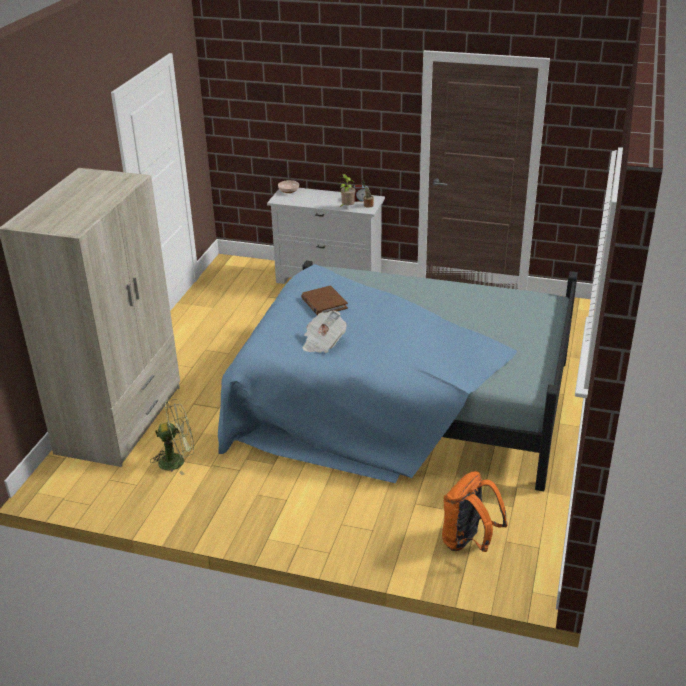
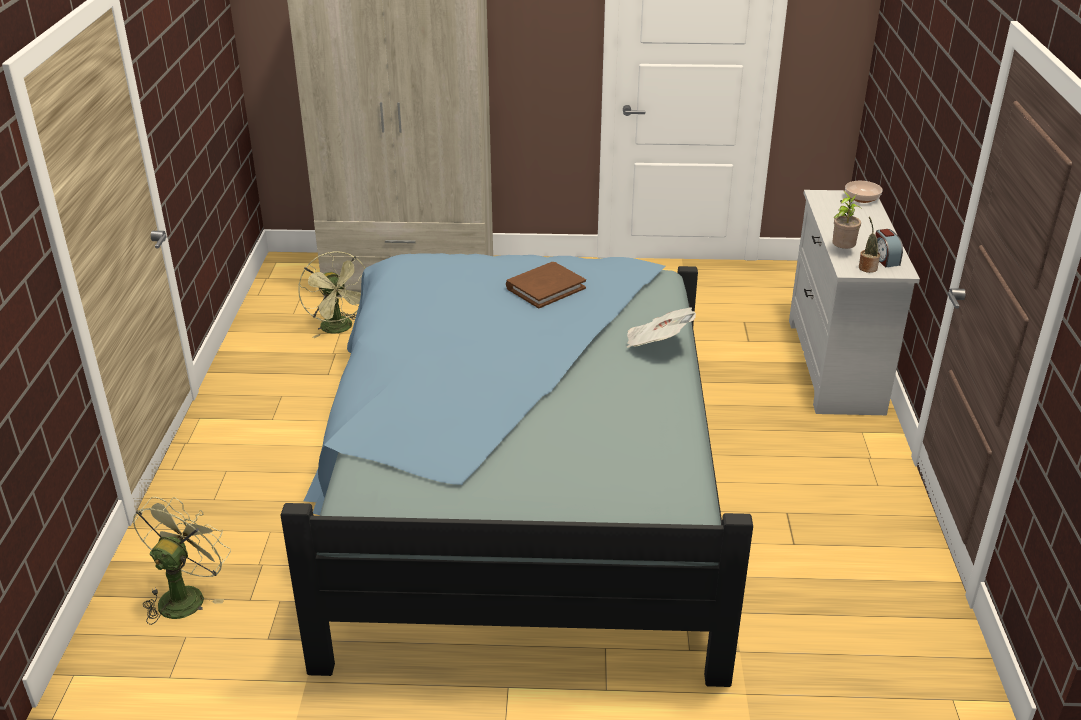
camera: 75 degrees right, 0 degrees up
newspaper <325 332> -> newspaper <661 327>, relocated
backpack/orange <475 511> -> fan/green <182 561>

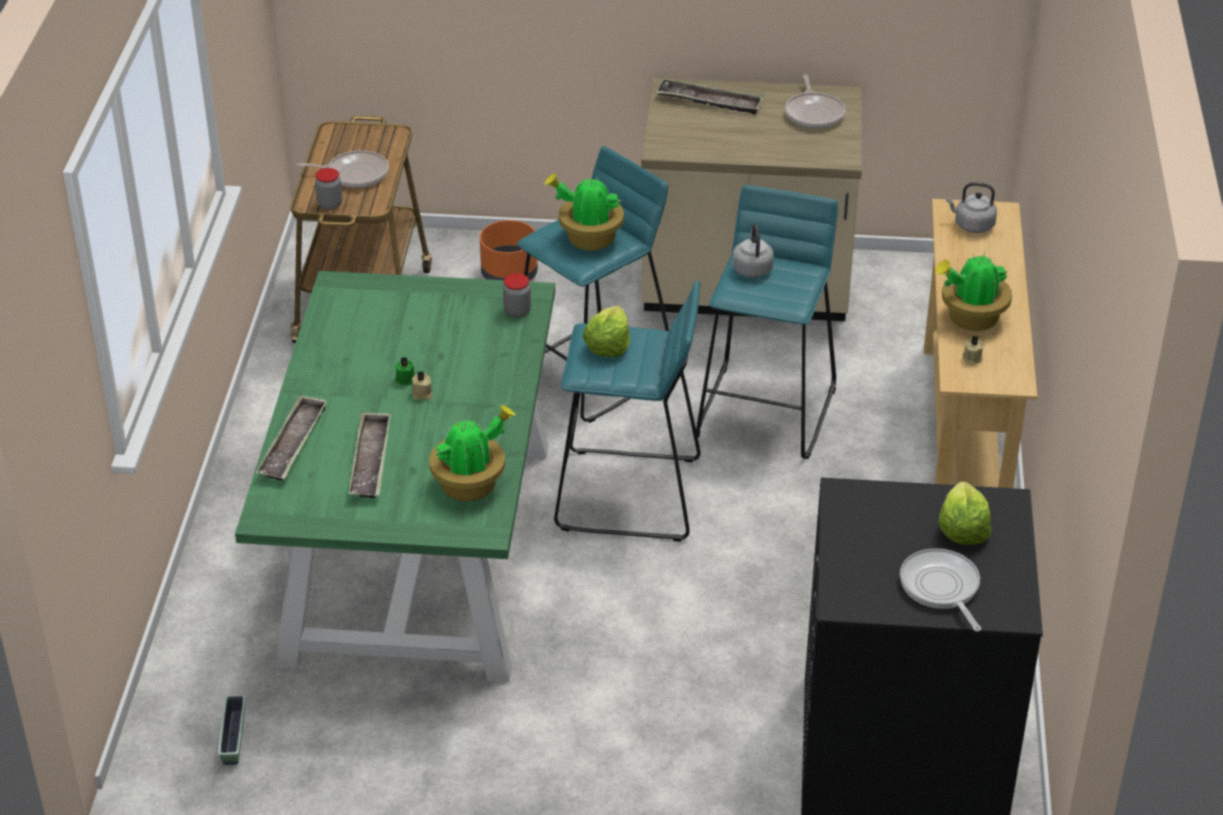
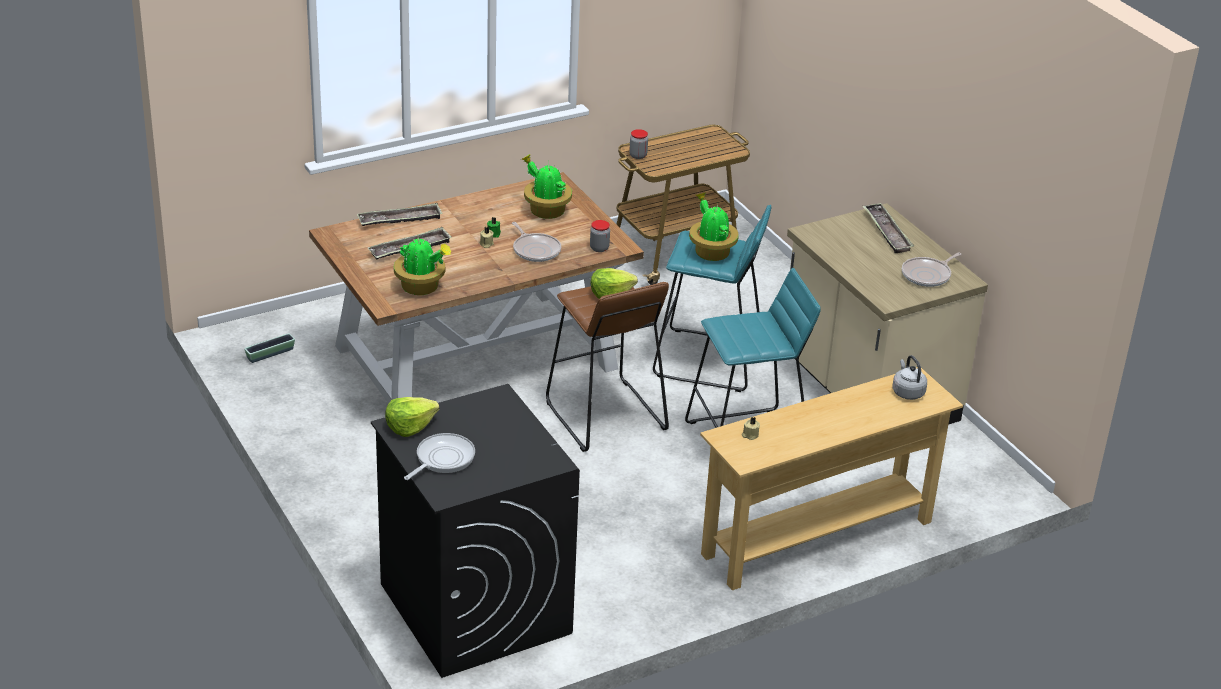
camera: 55 degrees right, 5 degrees down
dining table/green <395 477> -> dining table/brown <476 287>
frying pan <343 169> -> frying pan <536 242>, relocated
planter/orange <509 250> -> none
stool/turquoise <627 411> -> stool/brown <607 367>
kettle/grey <753 251> -> none
potted plant <973 291> -> potted plant <546 186>, relocated
lettuce <965 513> -> lettuce <412 417>, relocated

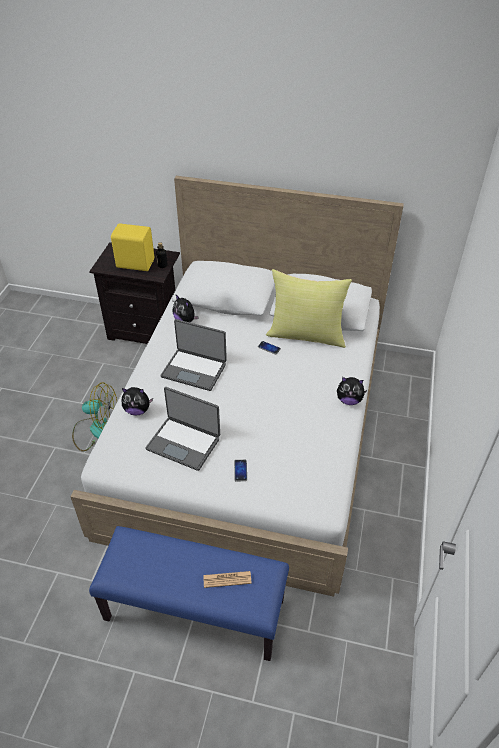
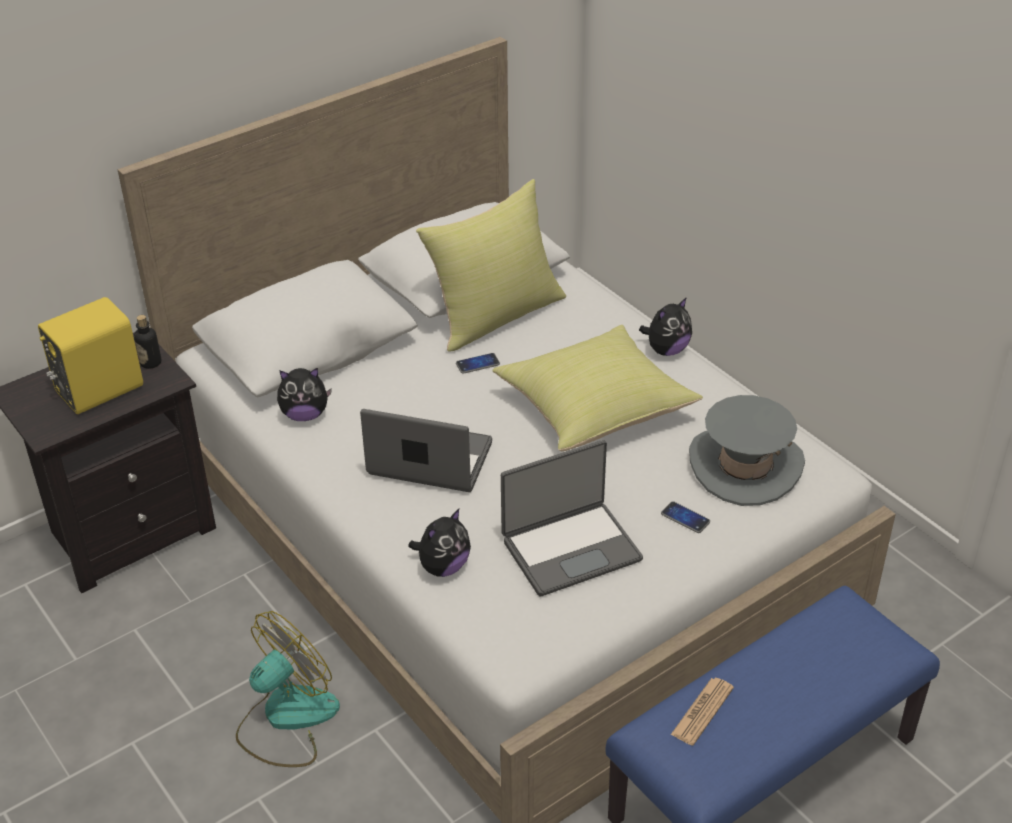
camera: 50 degrees left, 5 degrees down
laptop <194 355> -> laptop <426 450>, 135 degrees counterclockwise
newspaper <227 579> -> newspaper <702 711>, relocated
none -> pillow/yellow <597 388>
none -> hat/grey <747 450>

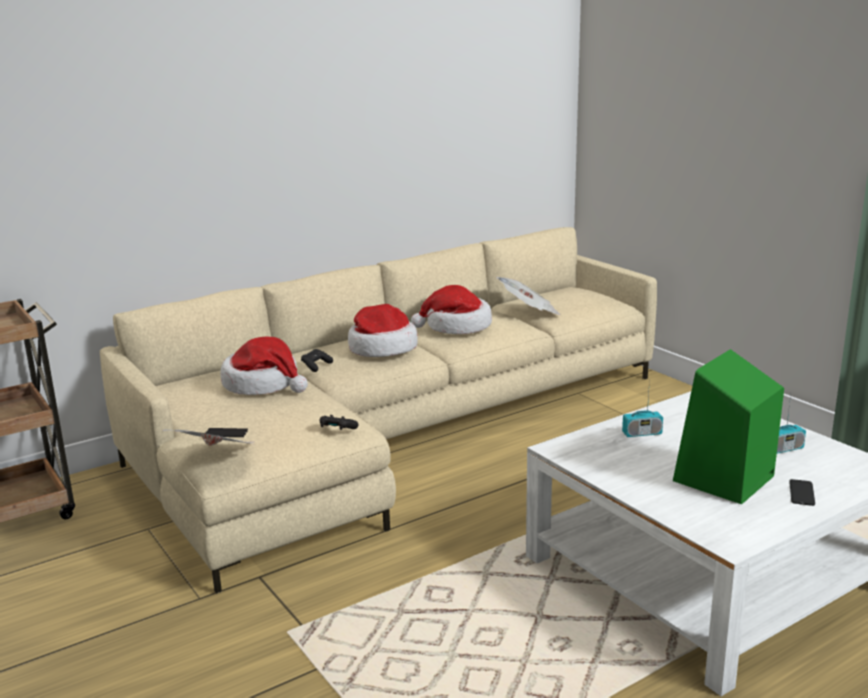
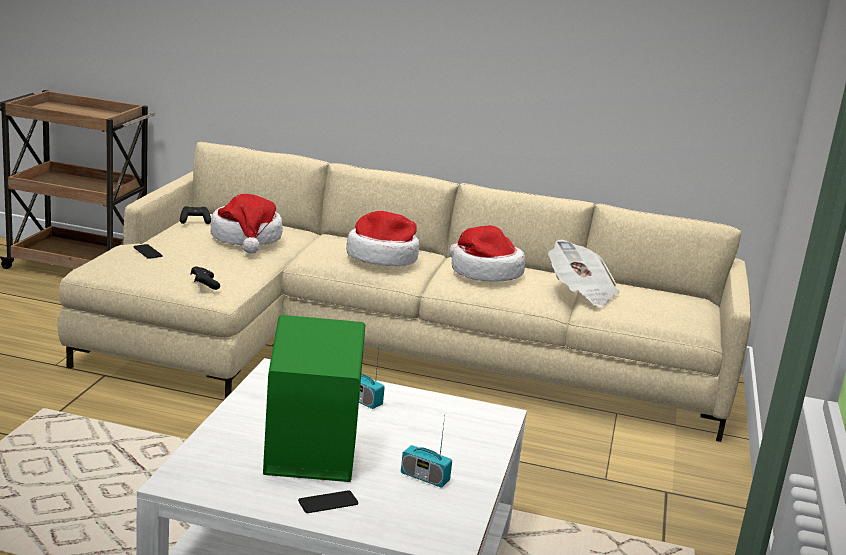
camera: 45 degrees right, 0 degrees up
newspaper <208 437> -> none
game controller/black <317 360> -> game controller/black <195 215>, relocated

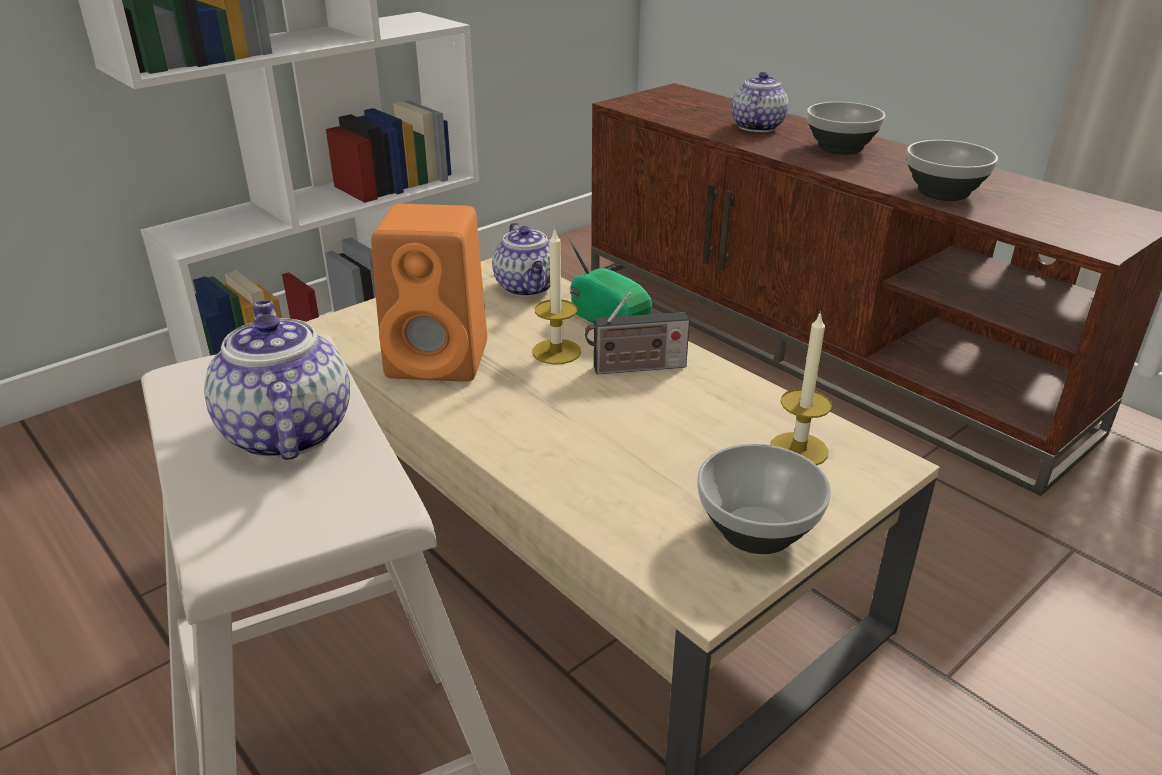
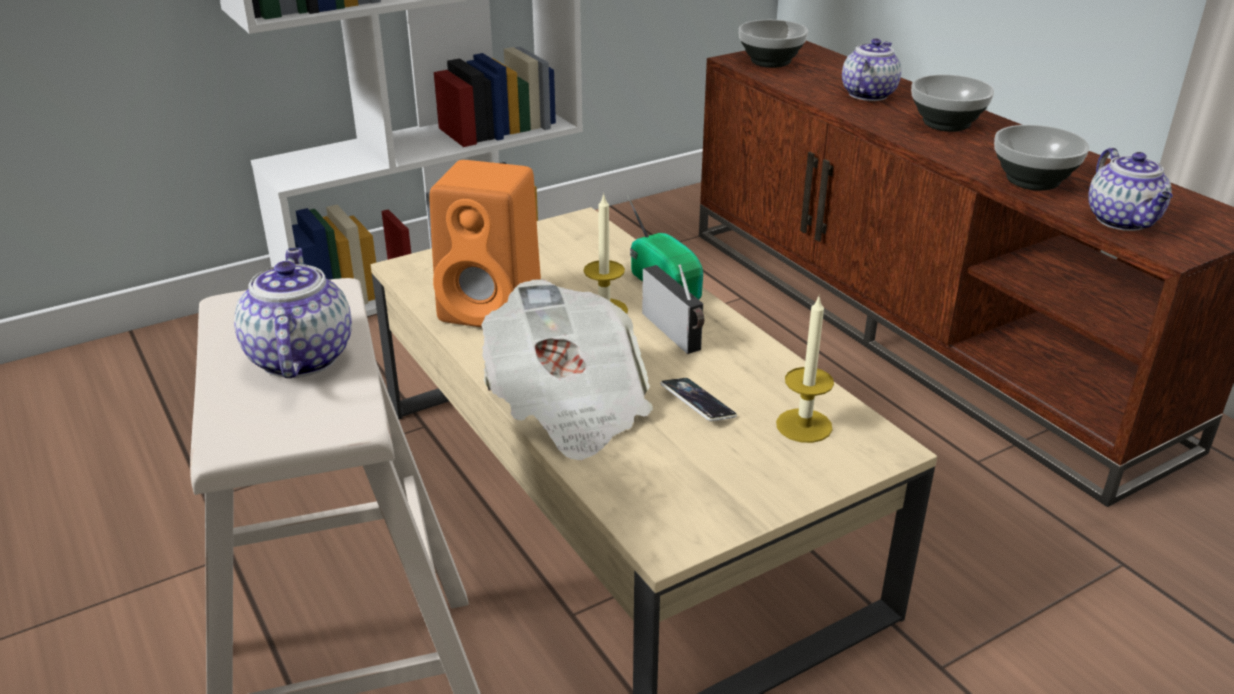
camera: 10 degrees right, 0 degrees up
teapot <521 259> -> teapot <1130 189>, relocated
radio <637 333> -> radio <673 309>, 120 degrees counterclockwise
bowl <764 499> -> bowl <773 44>, relocated
none -> newspaper <567 370>
none -> phone <698 399>

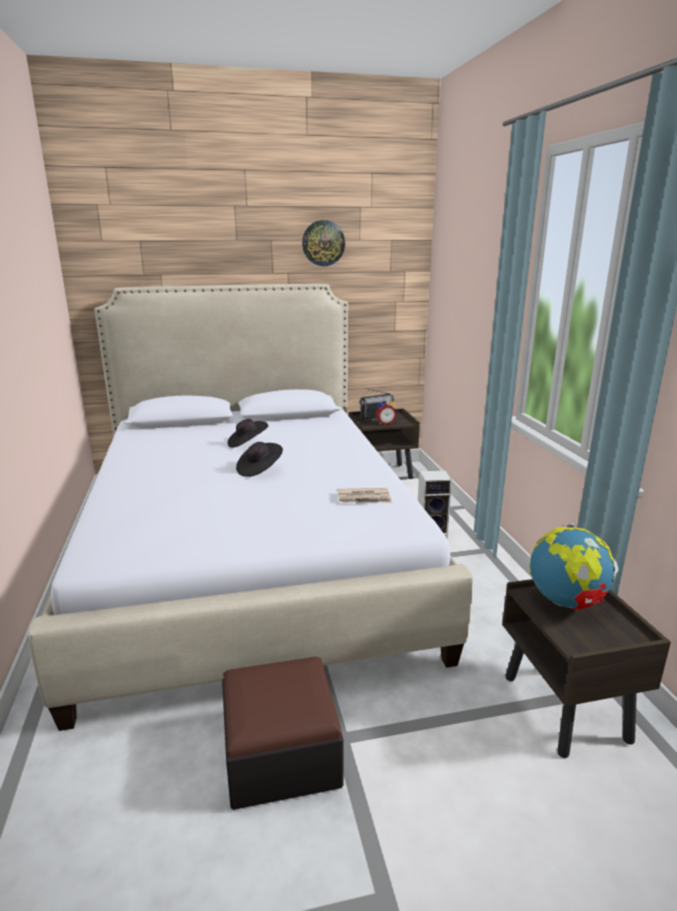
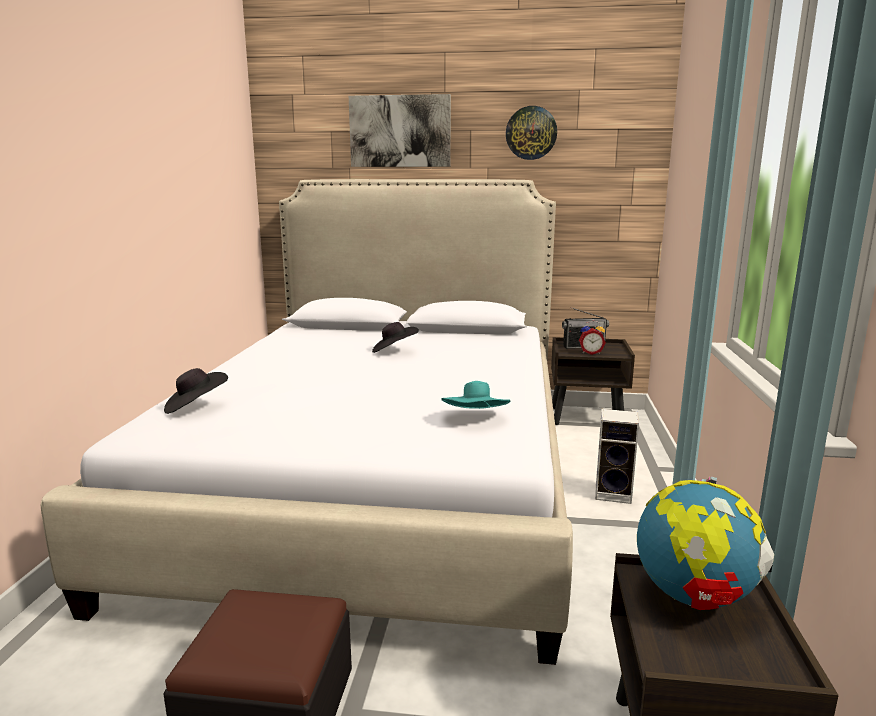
camera: 20 degrees right, 5 degrees down
hat/black <259 459> -> hat/black <196 391>, relocated
newspaper <364 495> -> hat/turquoise <475 395>
none -> picture <400 130>

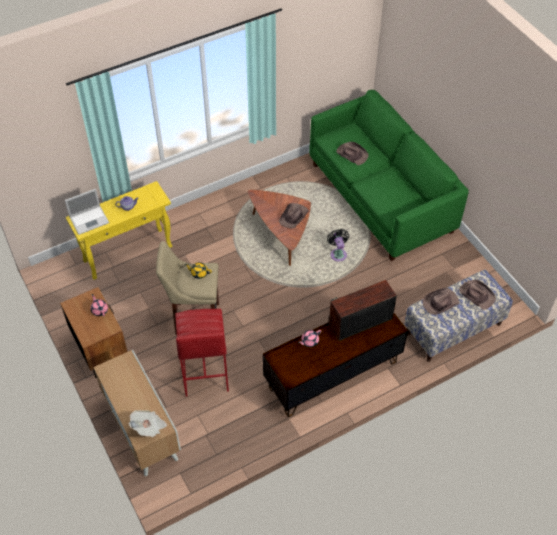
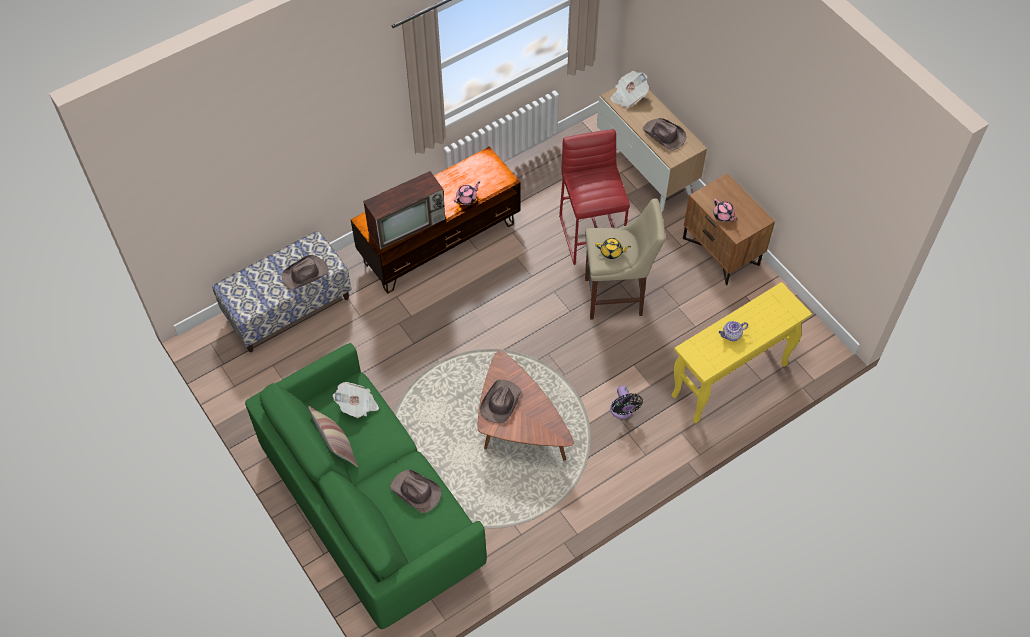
camera: 175 degrees right, 5 degrees up
laptop <87 212> -> none
fan/black <338 245> -> fan/black <626 402>, relocated
hat/brown <477 295> -> hat/brown <664 134>, relocated
none -> pillow <333 436>
none -> newspaper <356 400>

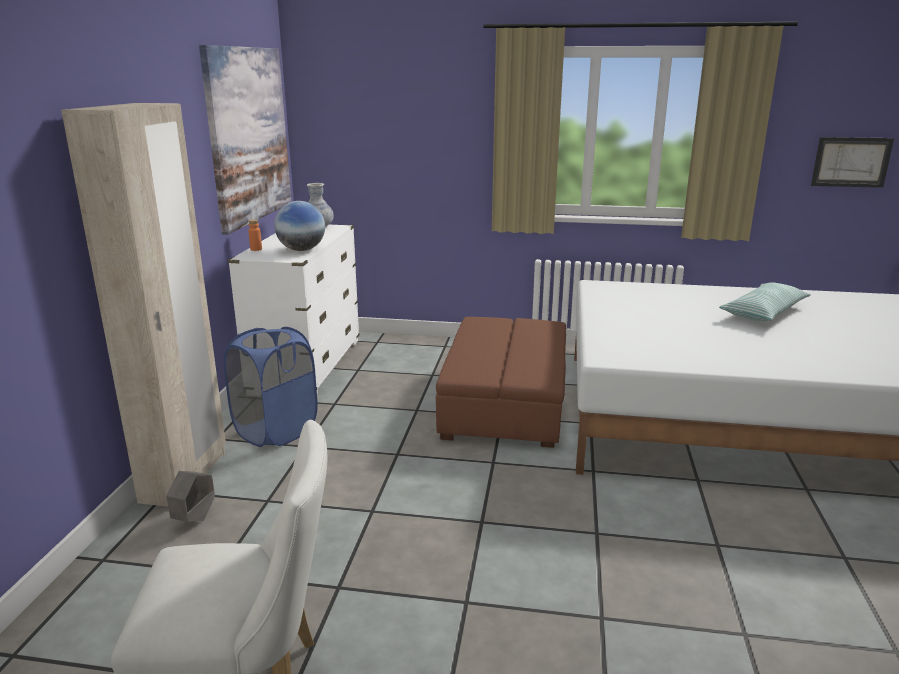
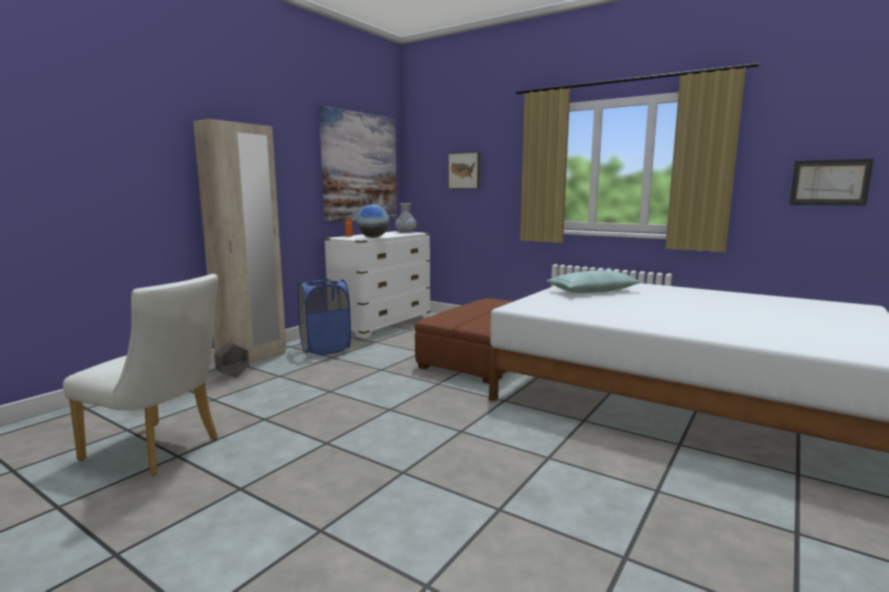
camera: 25 degrees right, 10 degrees down
pillow <765 302> -> pillow <594 281>, relocated
none -> picture <464 170>

